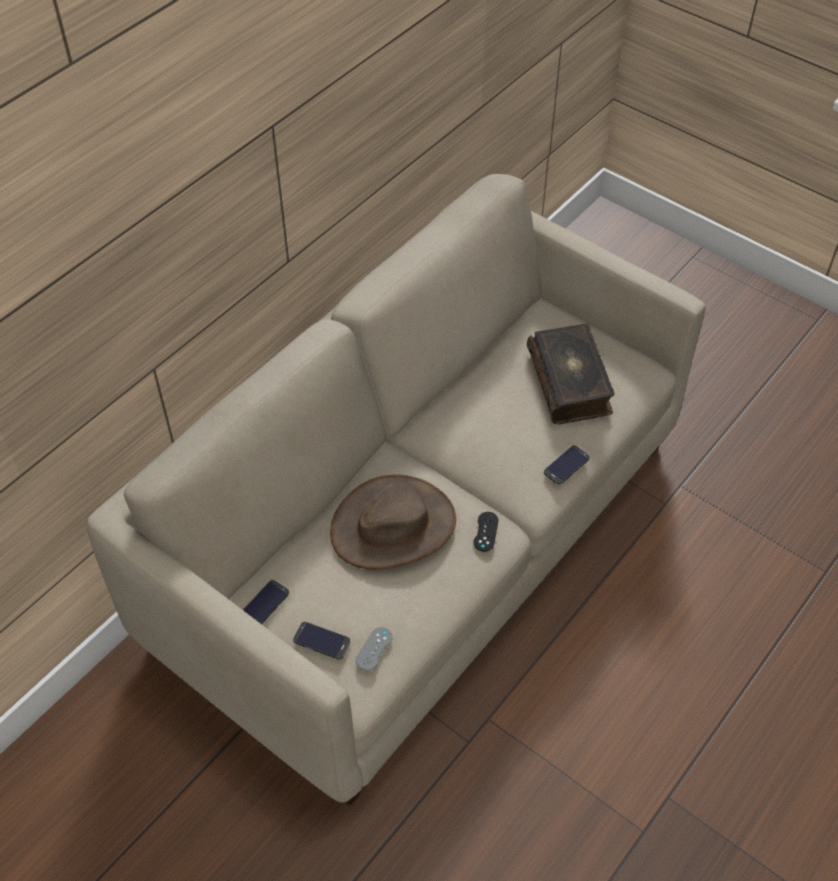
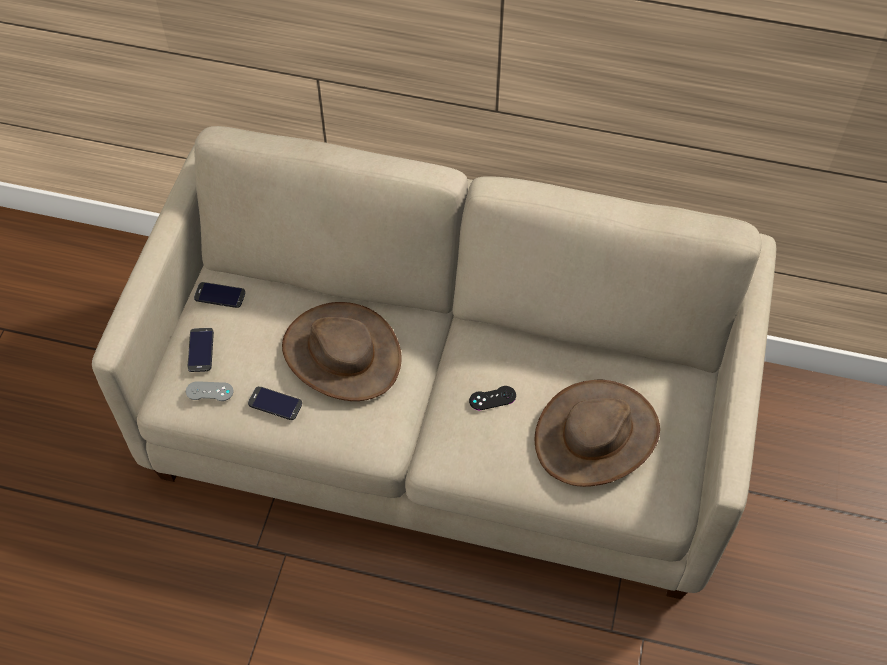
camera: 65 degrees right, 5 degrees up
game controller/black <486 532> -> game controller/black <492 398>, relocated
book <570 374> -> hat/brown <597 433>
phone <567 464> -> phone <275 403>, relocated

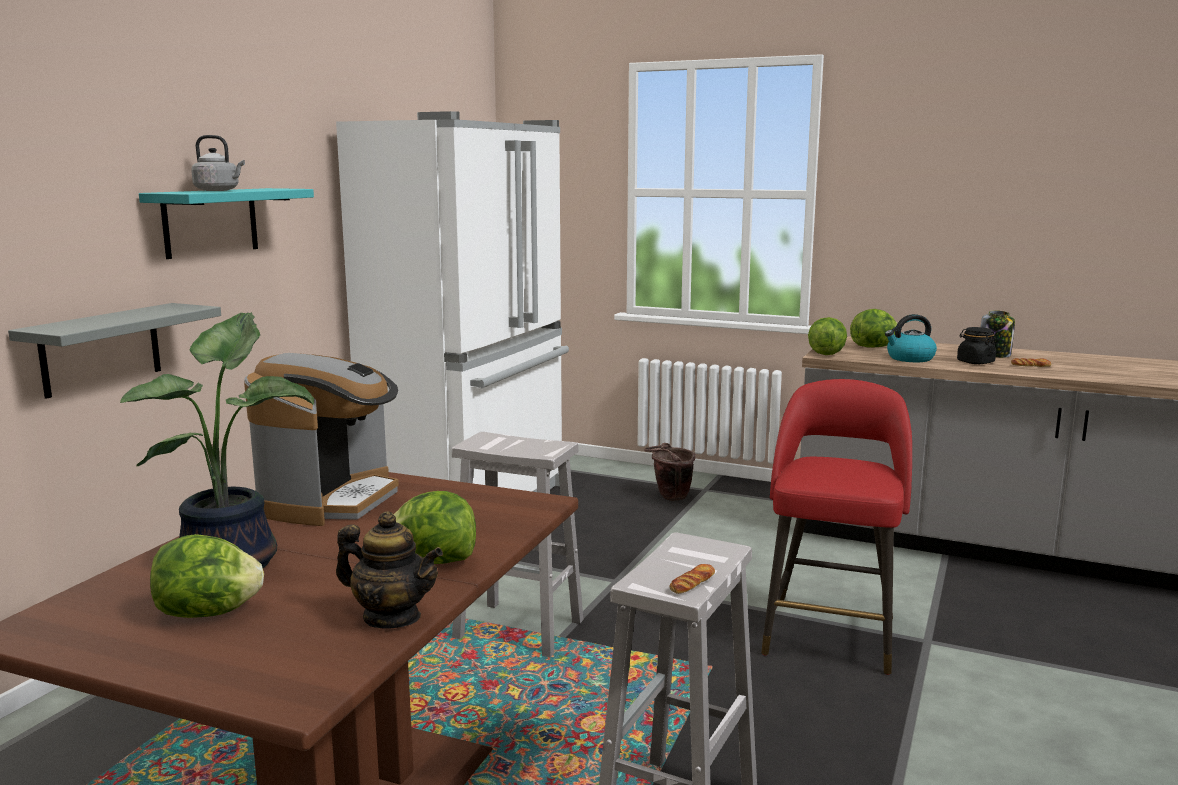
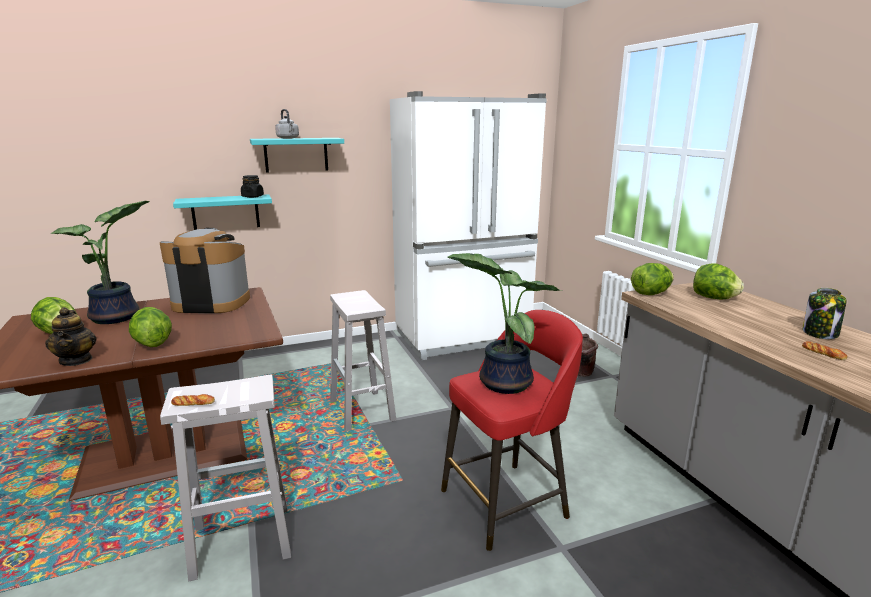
camera: 45 degrees right, 5 degrees up
shelf/grey <114 351> -> shelf/turquoise <222 212>
coffee machine <321 439> -> coffee machine <205 270>, 150 degrees counterclockwise
kettle <911 338> -> none
jar/black <976 345> -> jar/black <252 186>, relocated
none -> potted plant <505 323>

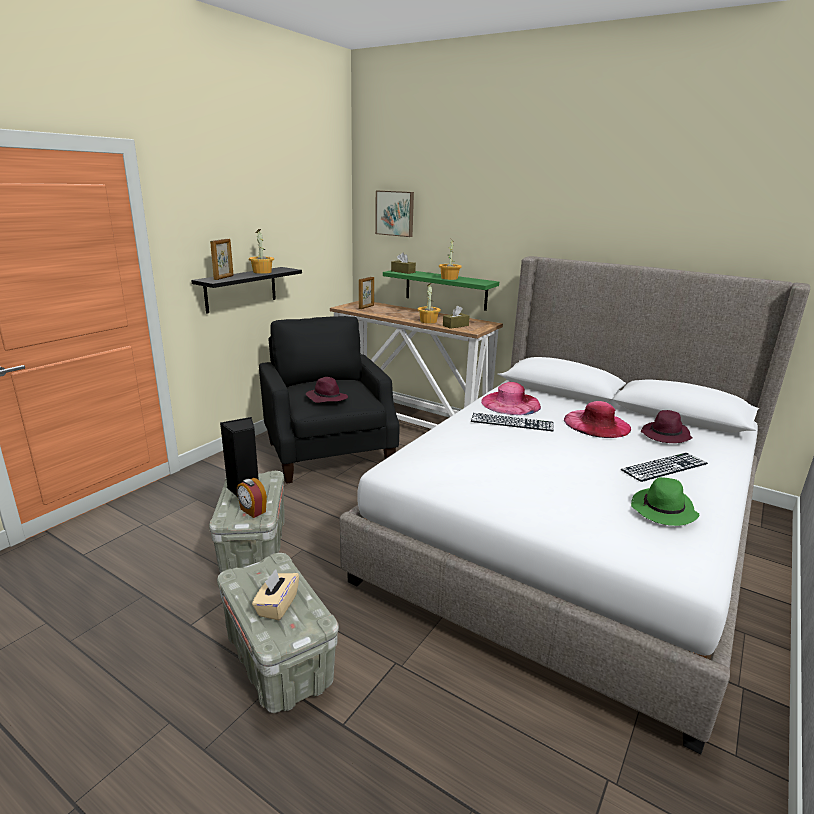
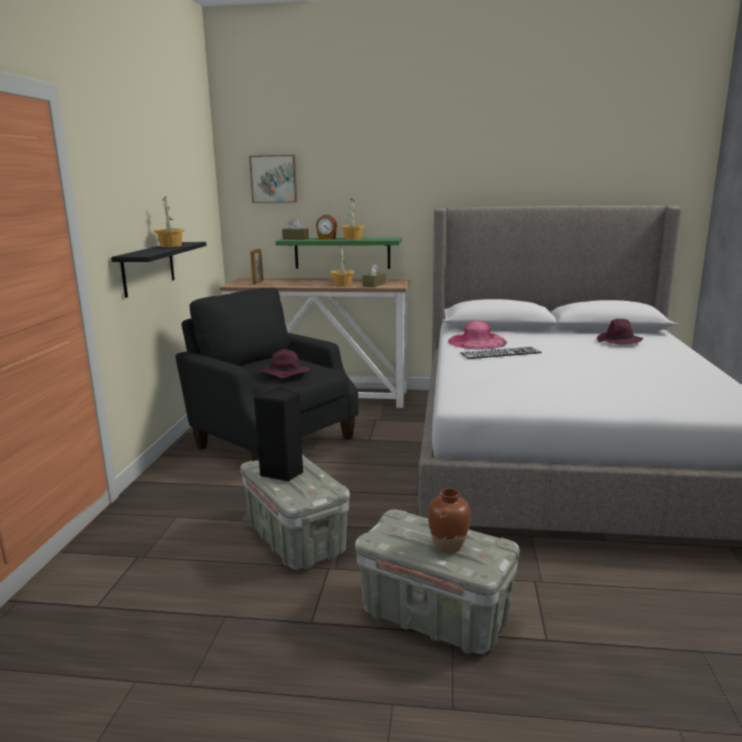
camera: 25 degrees left, 5 degrees down
picture frame <222 259> -> none
alarm clock <252 498> -> alarm clock <327 227>, relocated
tissue box/beige <275 594> -> vase/brown <449 520>
hat/pink <597 419> -> none
keyboard <664 467> -> none
hat/green <665 501> -> none

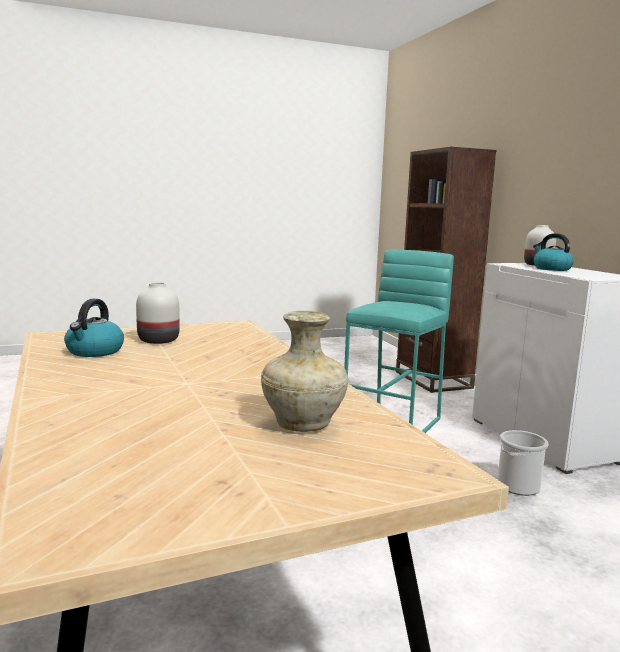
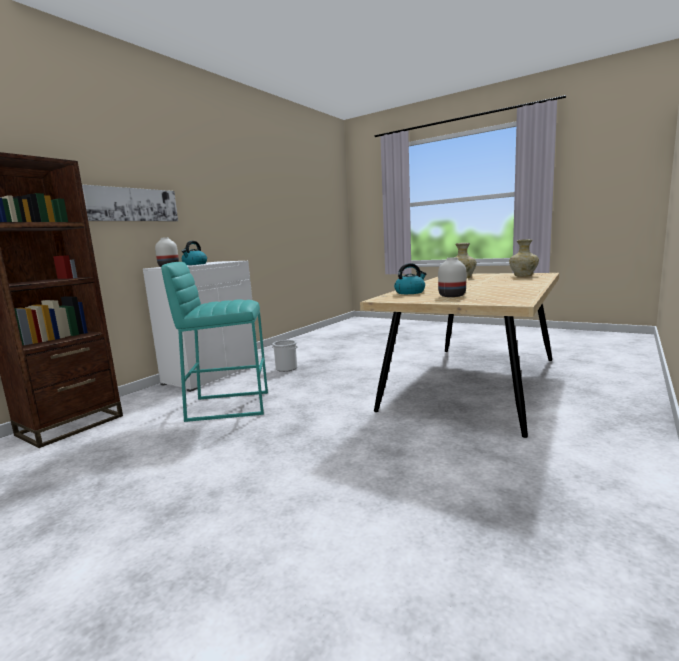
camera: 125 degrees left, 0 degrees up
kettle <94 328> -> kettle <410 278>, relocated
none -> picture <130 203>
none -> vase/beige <524 258>

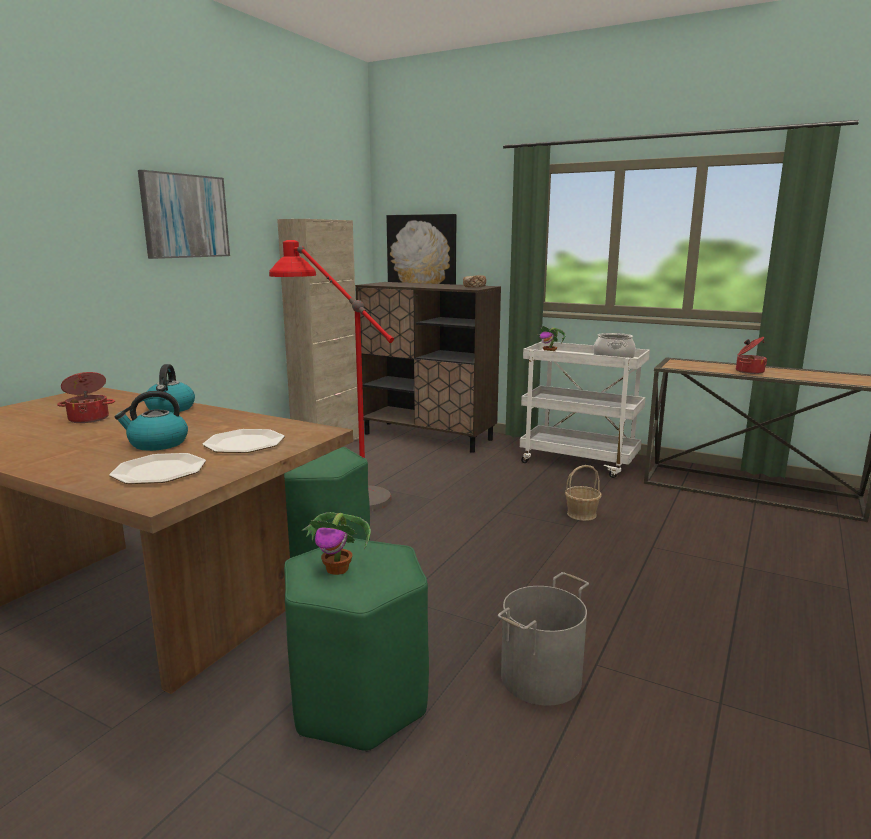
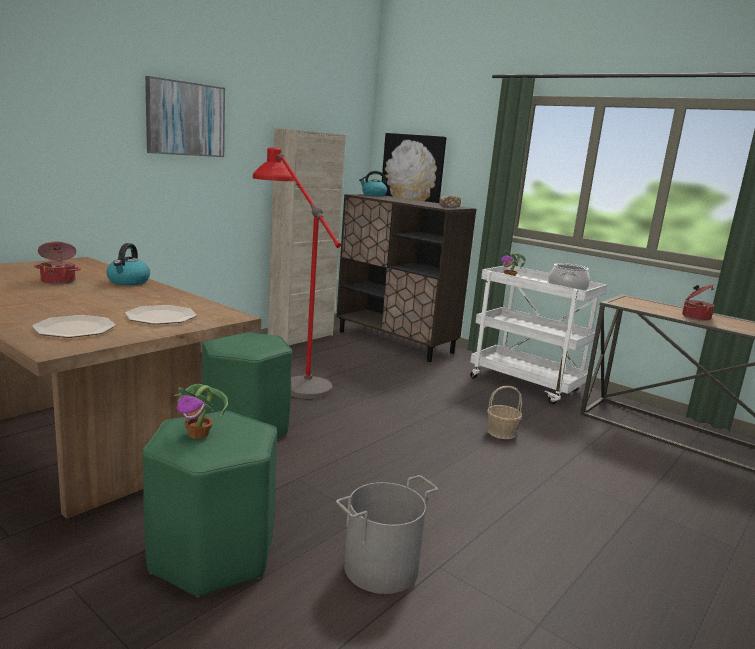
camera: 10 degrees right, 0 degrees up
kettle <151 421> -> kettle <373 184>, relocated

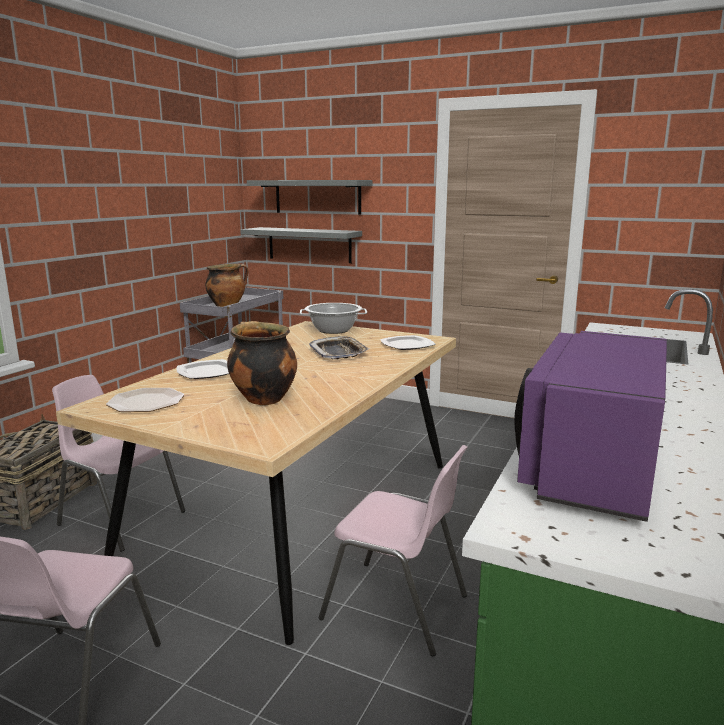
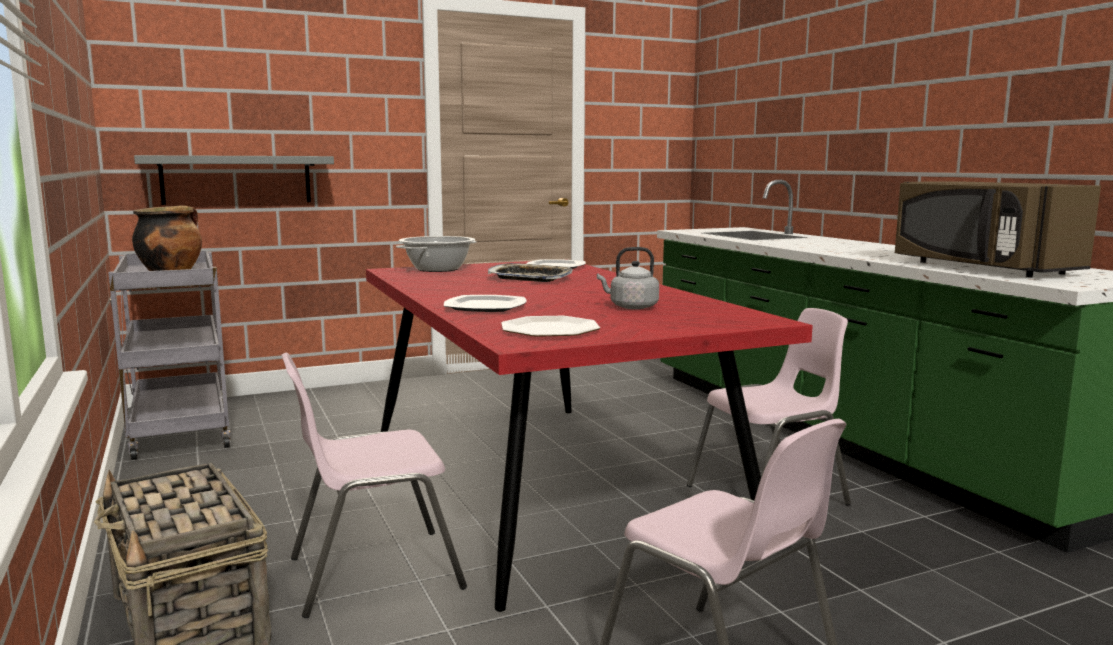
camera: 50 degrees left, 5 degrees down
dining table/beige <256 483> -> dining table/red <589 435>
cooking pot <262 363> -> kettle/grey <628 278>
shelf/grey <309 197> -> none
microwave/purple <590 426> -> microwave/brown <998 229>

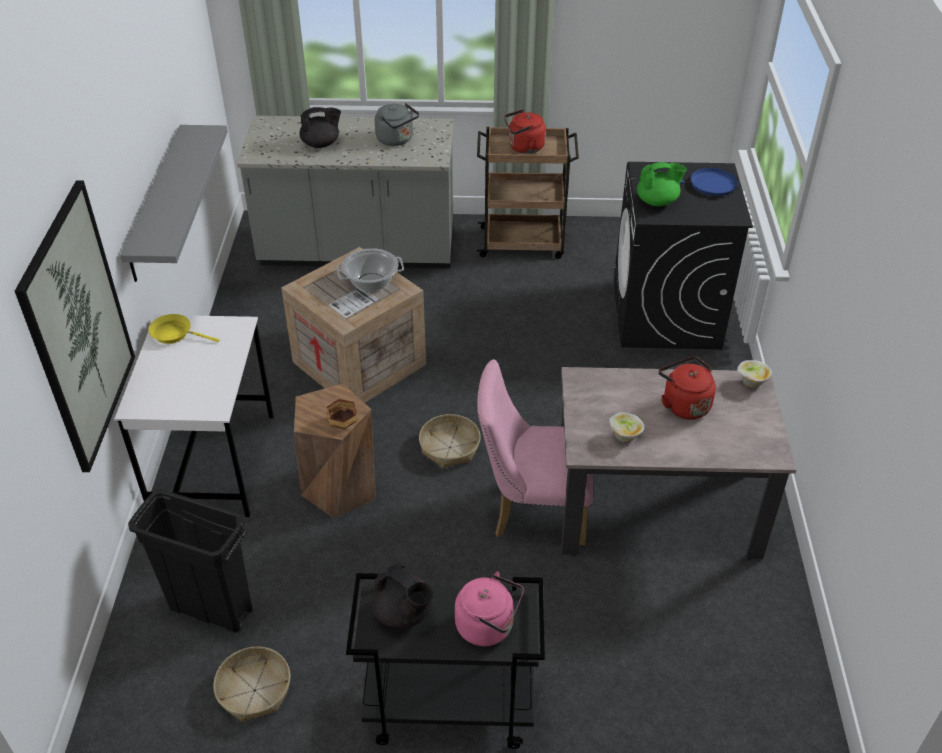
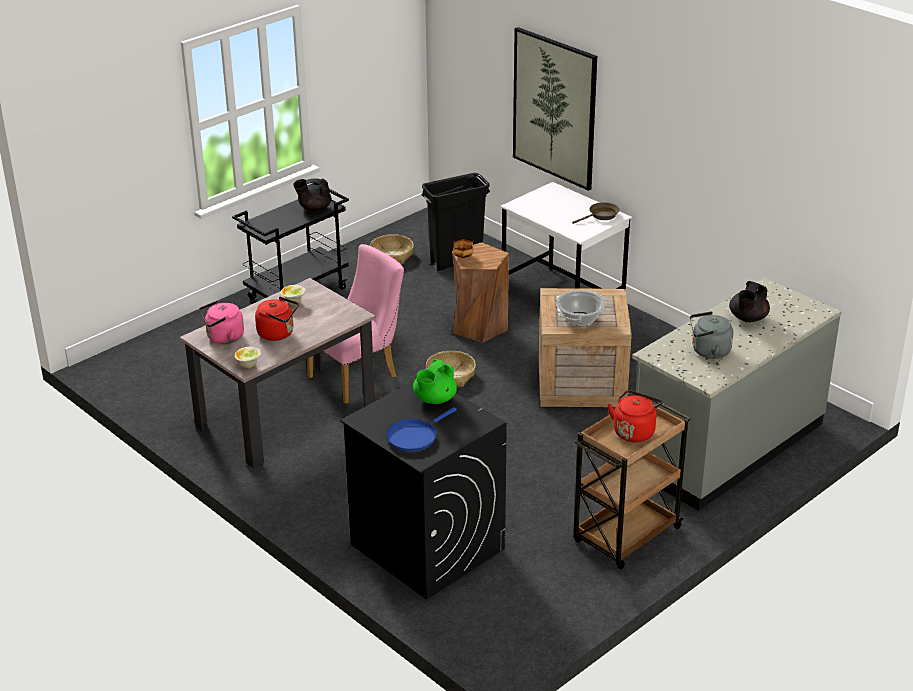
camera: 135 degrees right, 10 degrees down
shelf/grey <174 203> -> none
frying pan/yellow <183 329> -> frying pan/brown <596 213>
kettle/pink <489 609> -> kettle/pink <221 322>, relocated

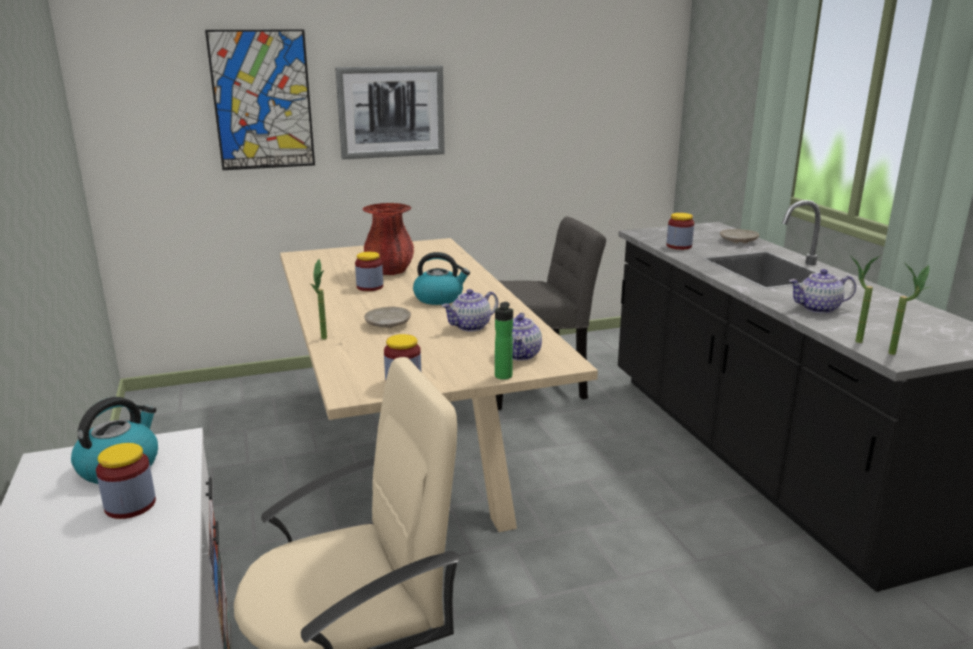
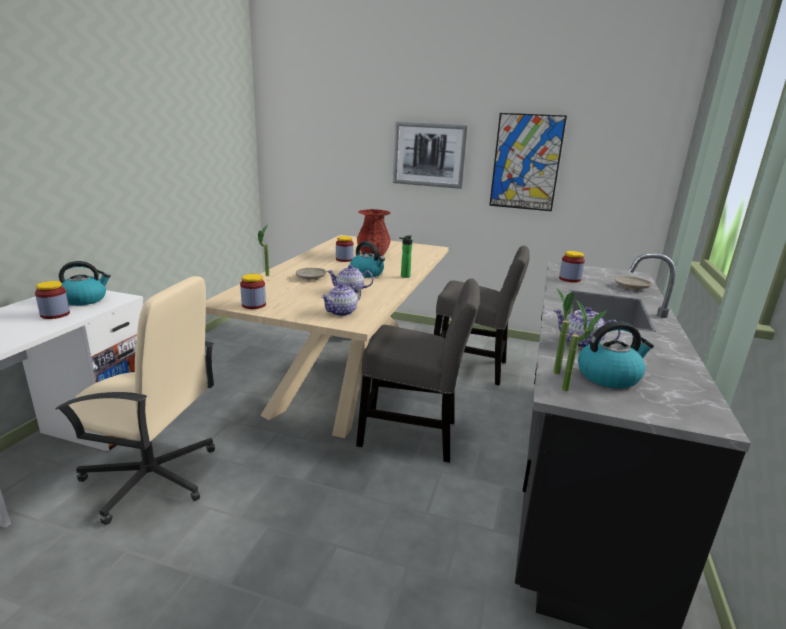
camera: 35 degrees right, 0 degrees up
picture <260 100> -> picture <528 162>, relocated
bottle <504 341> -> bottle <405 257>, relocated
none -> chair/grey <418 371>
none -> kettle <616 355>

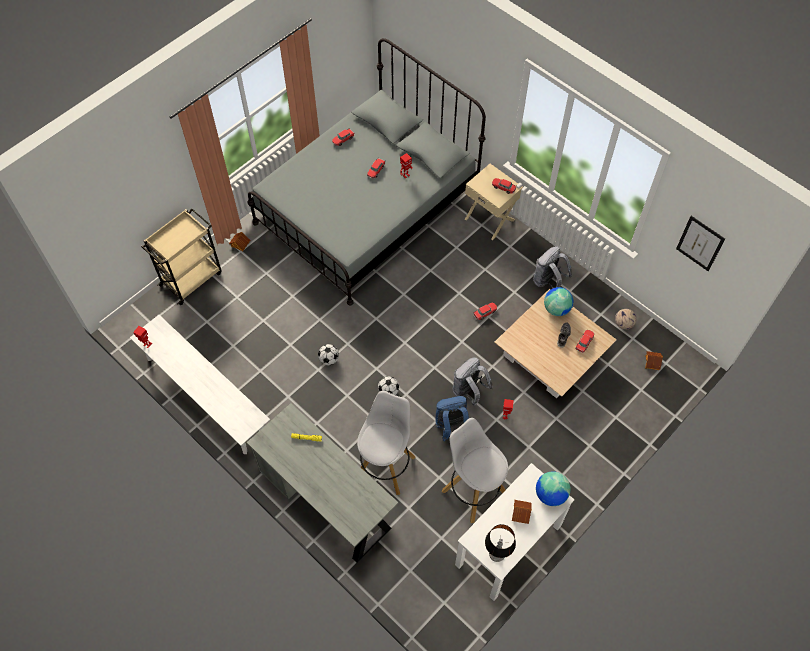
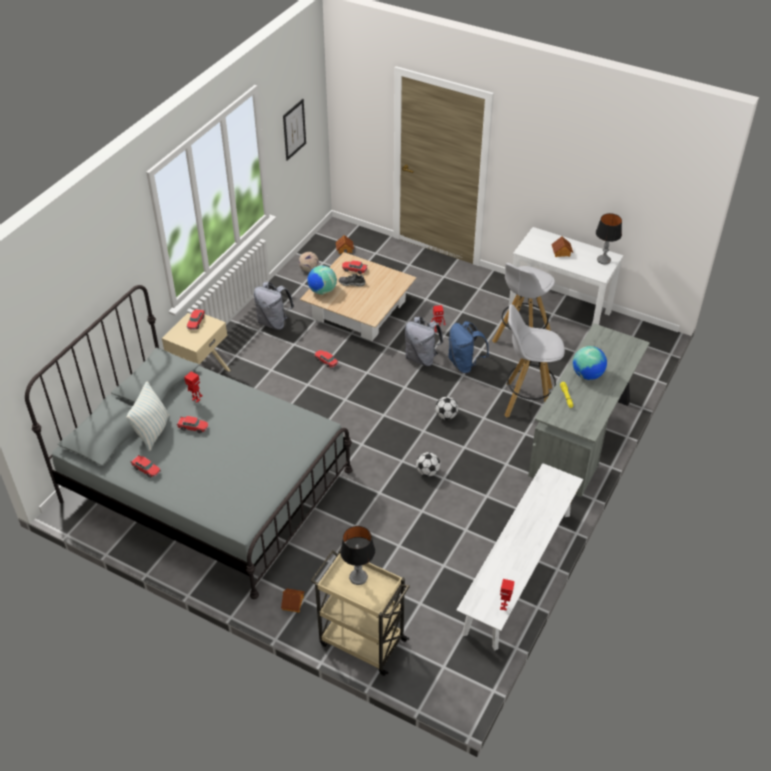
camera: 105 degrees left, 15 degrees down
globe <553 488> -> globe <590 363>, relocated
none -> pillow <148 416>
none -> table lamp <357 555>

